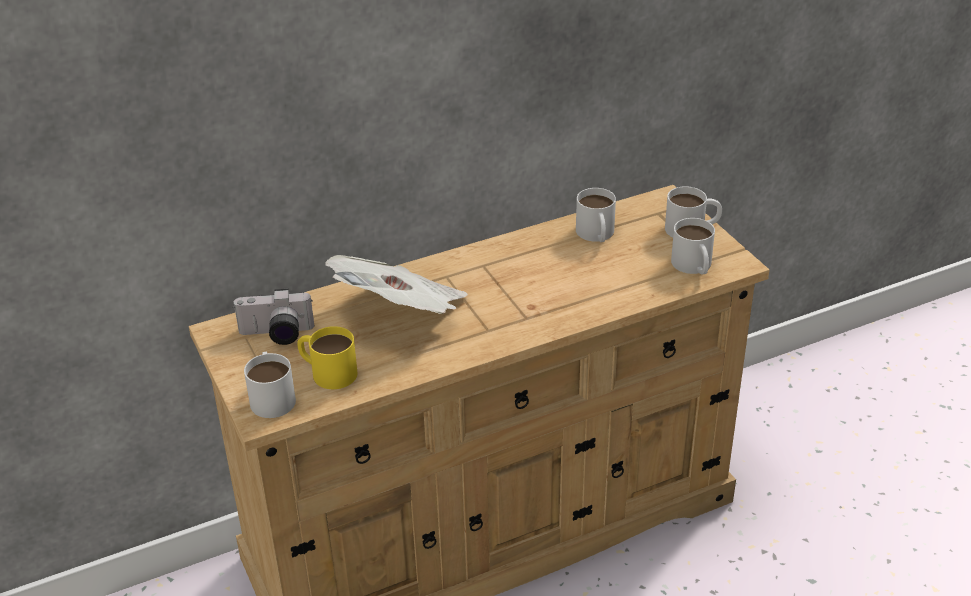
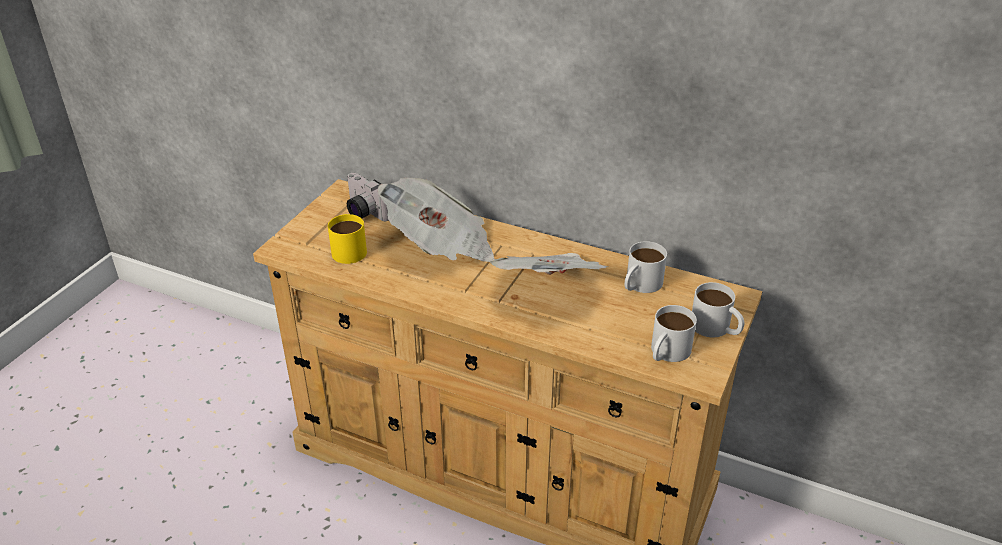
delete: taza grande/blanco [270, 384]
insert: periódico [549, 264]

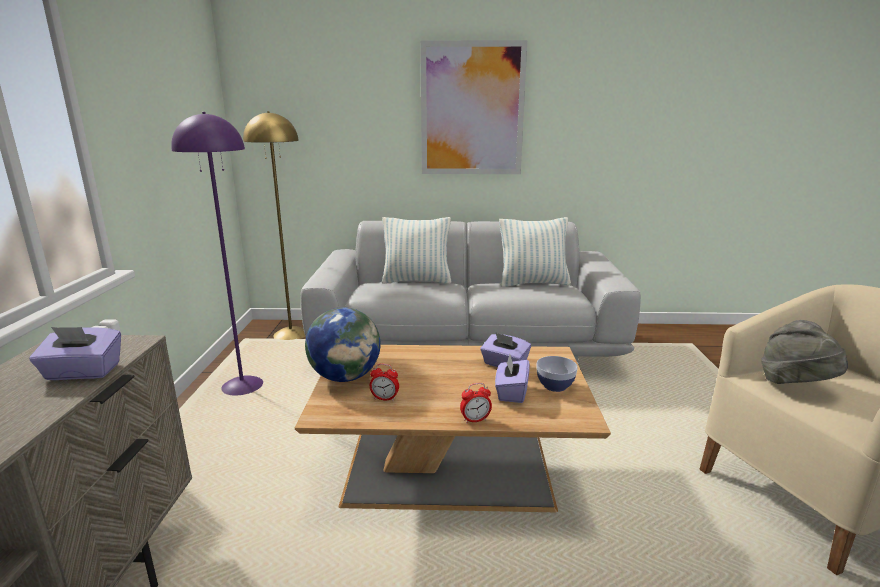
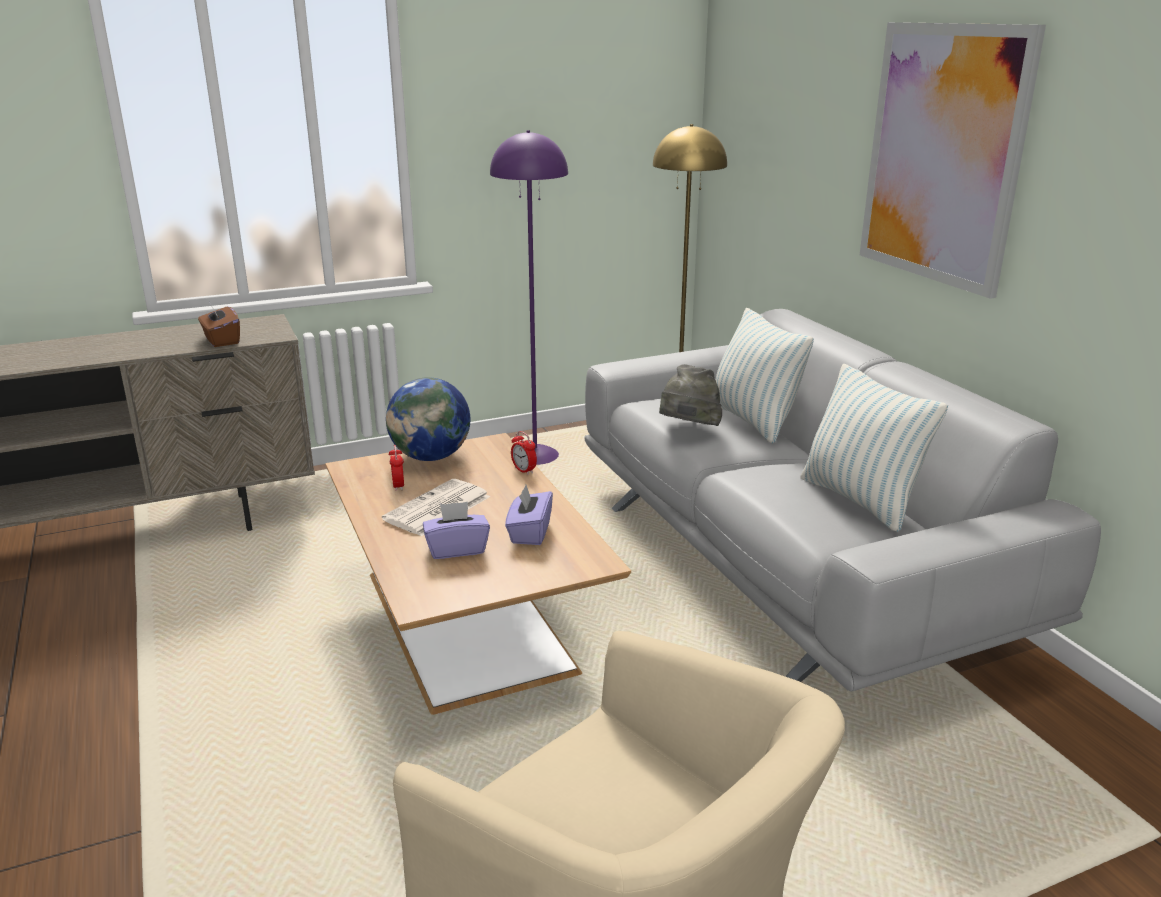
delete: cuenco [557, 374]
insert: periódico [436, 507]
move: despertador [476, 403] to [524, 453]; sombrero/gris [804, 352] to [690, 395]
recolor: caja de pañuelos/morado [75, 353] to caja de pañuelos/marrón [219, 326]

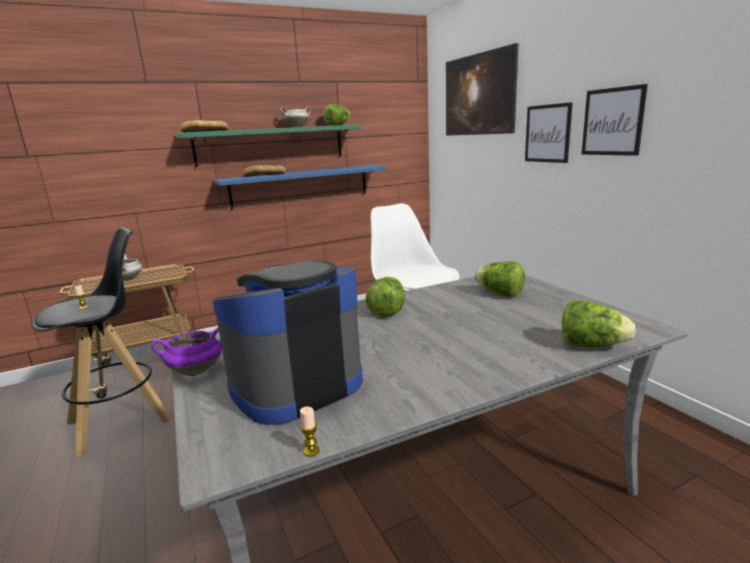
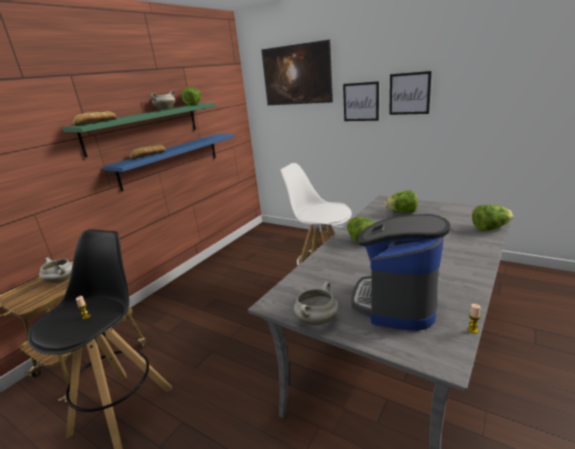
recolor: olla/morado [186, 352] to olla/blanco [316, 303]

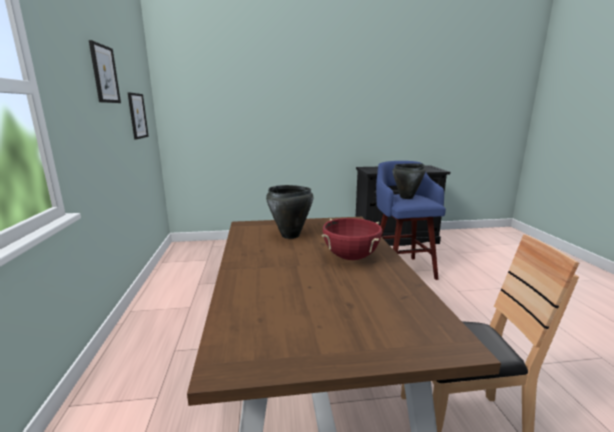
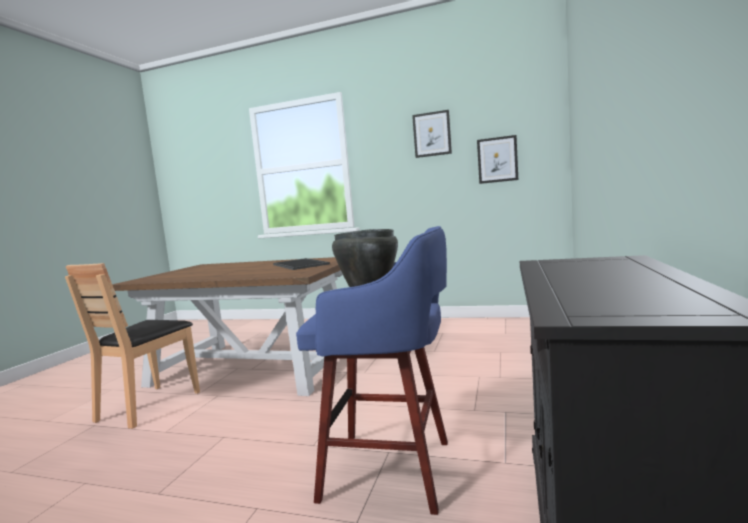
delete: olla/rojo [352, 239]
replace: olla/negro [289, 212] to bandeja [301, 264]

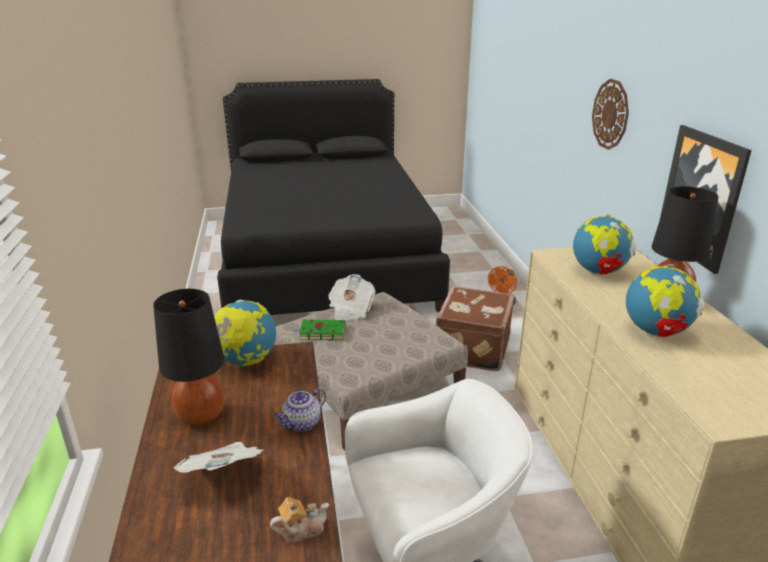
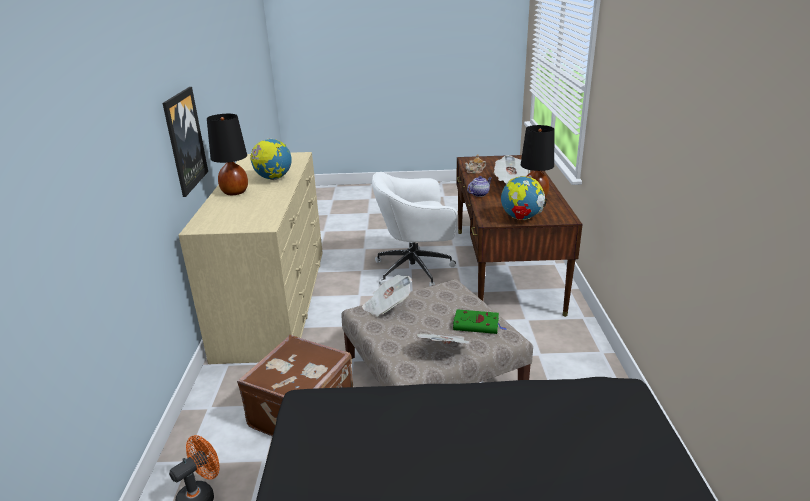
delete: globo terráqueo [604, 244]; reloj de pared [610, 114]
insert: periódico [387, 296]

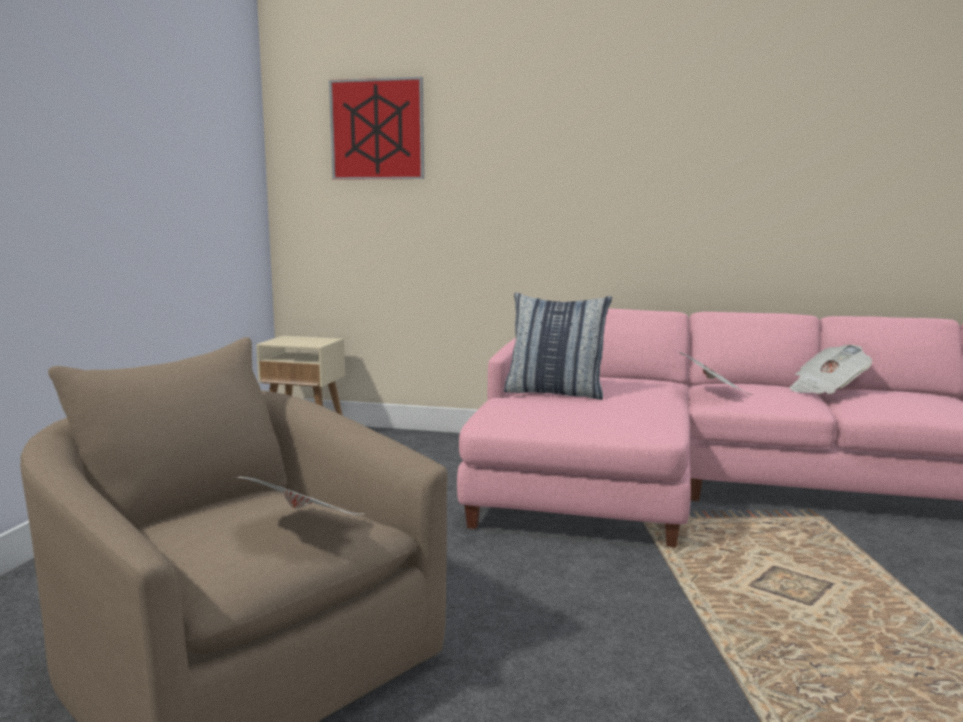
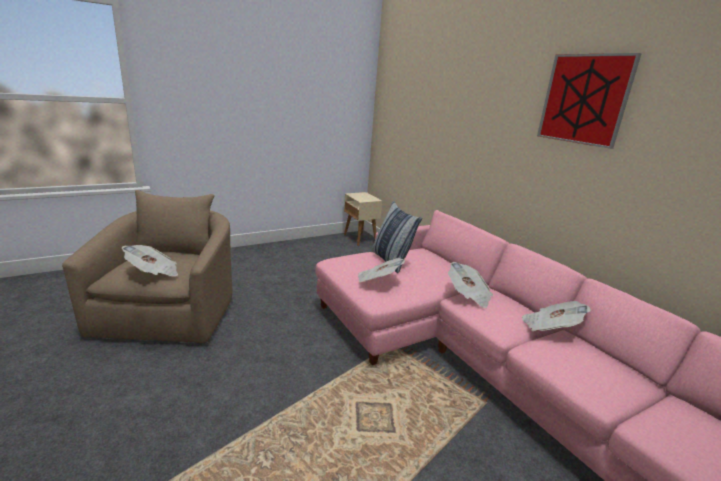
insert: periódico [381, 270]
move: cuadro [376, 128] to [589, 101]

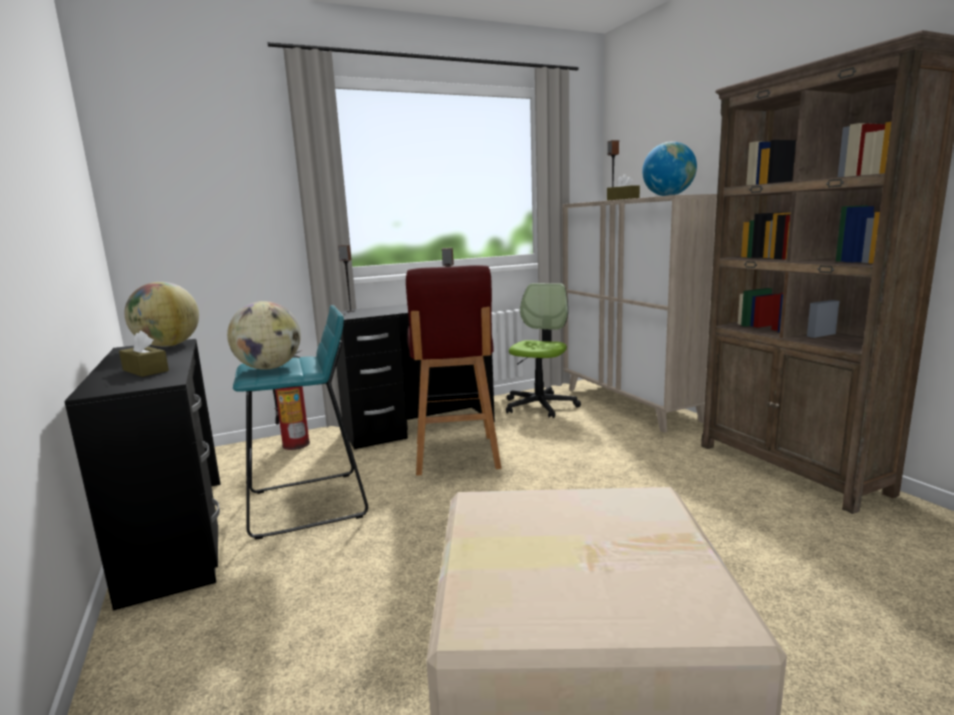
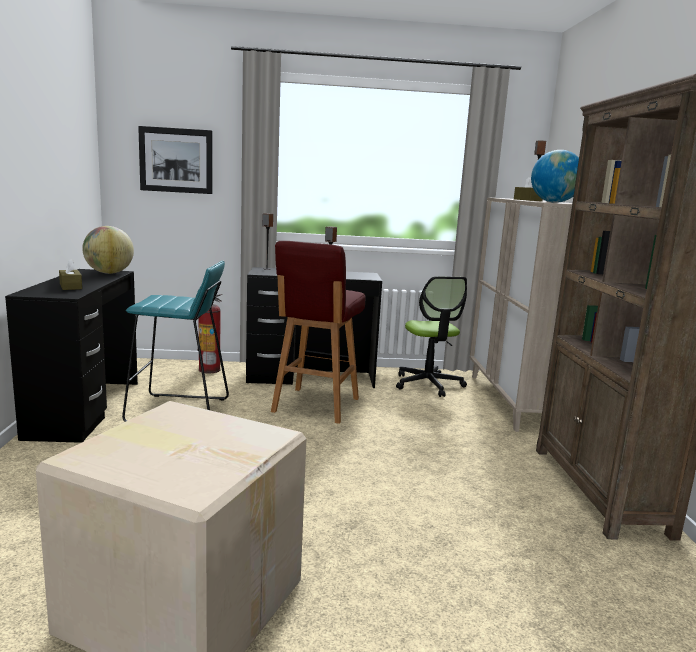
delete: globo terráqueo [264, 335]
insert: cuadro [175, 160]
rotate: silla de oficina [543, 350] = [431, 336] 120 degrees clockwise

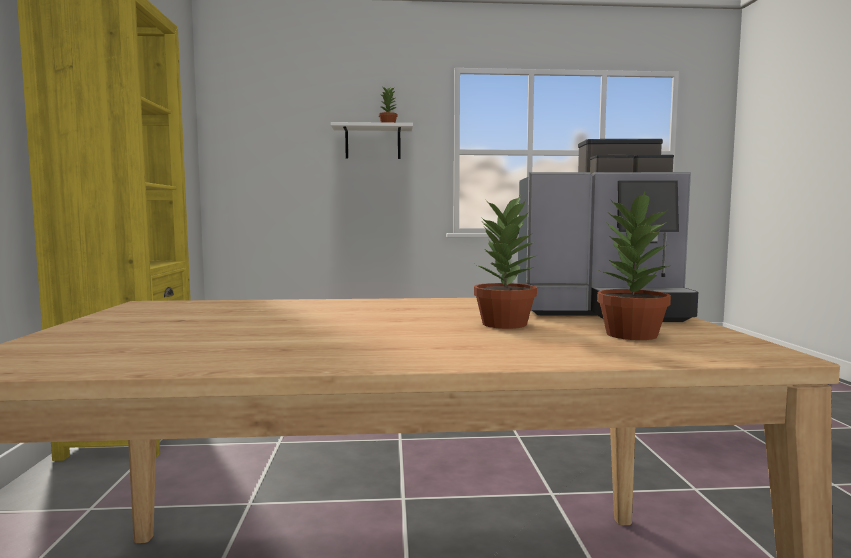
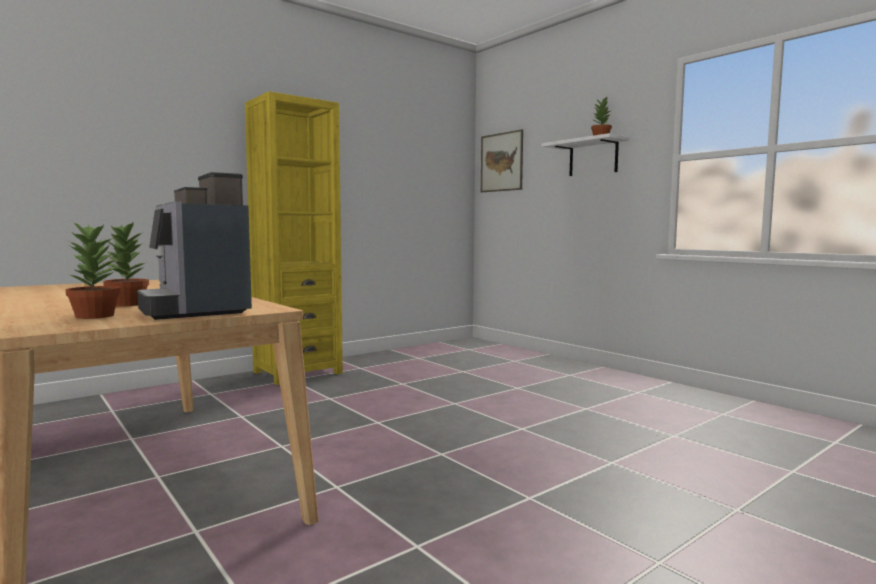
insert: cuadro [502, 160]

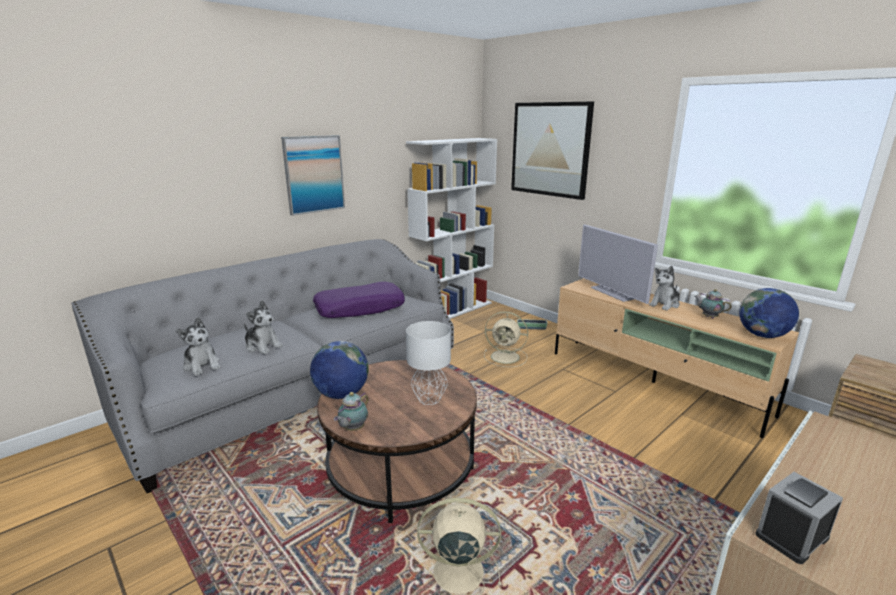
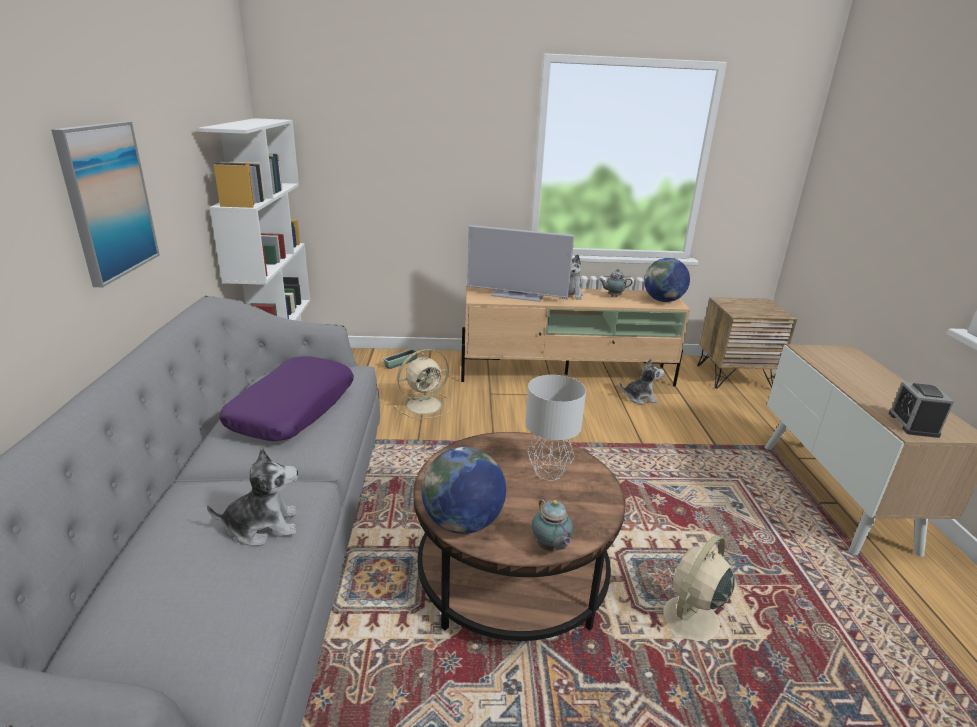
delete: cuadro [552, 151]
move: peluche [198, 346] to [642, 381]

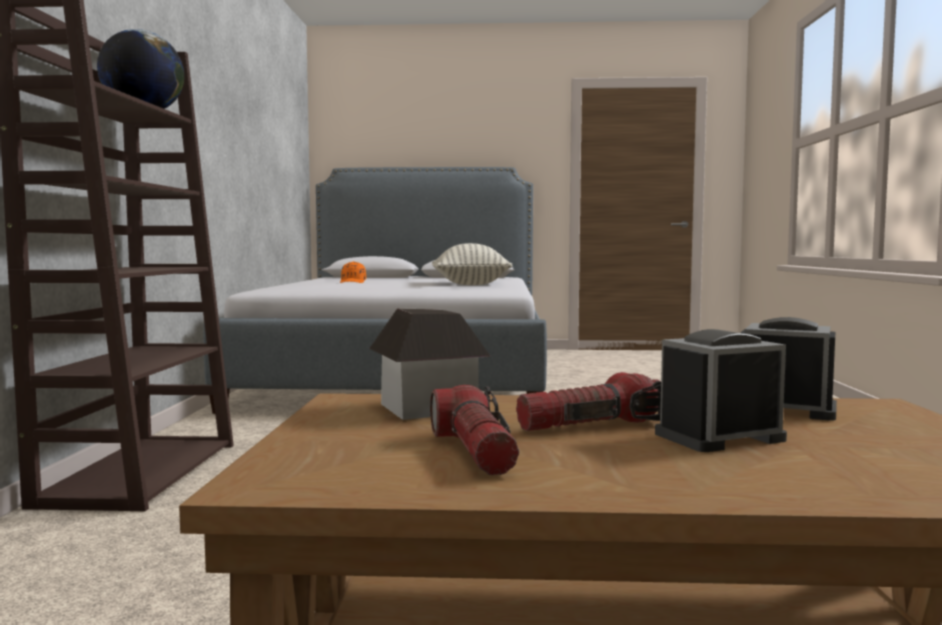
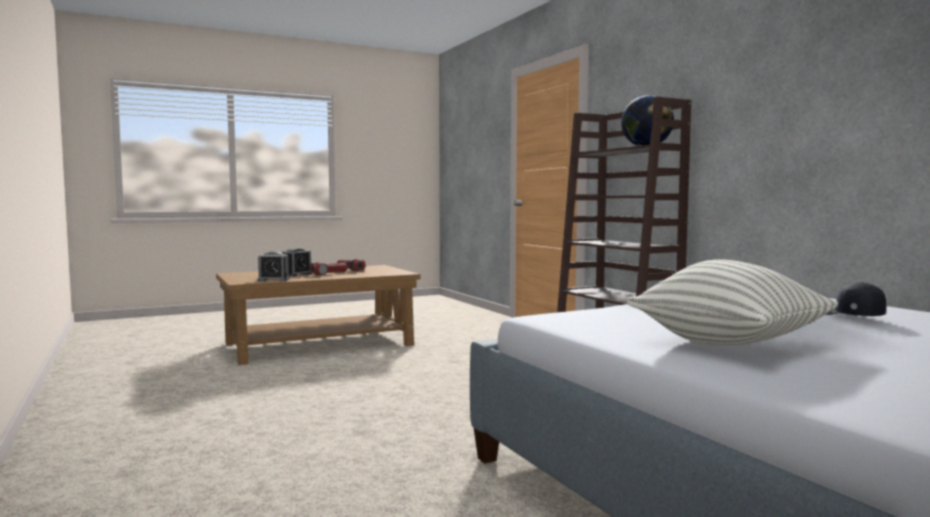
delete: casita [430, 364]
recolor: gorra/naranja [353, 272] to gorra/negro [855, 299]

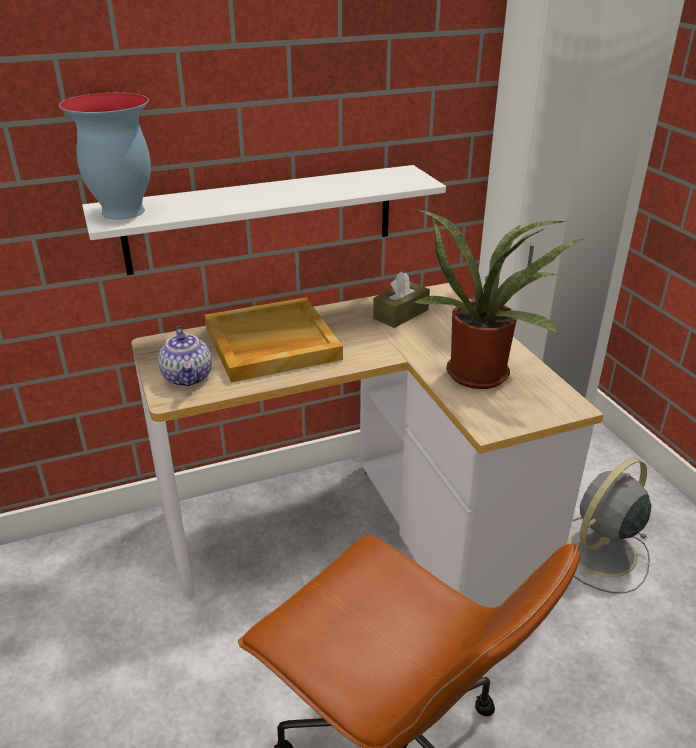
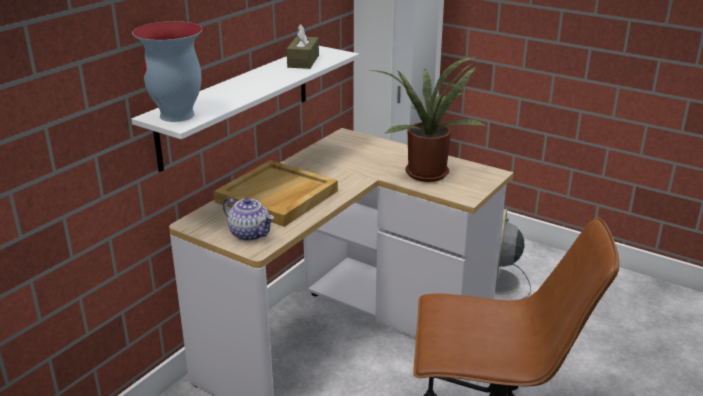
move: caja de pañuelos/marrón [401, 300] to [303, 46]

